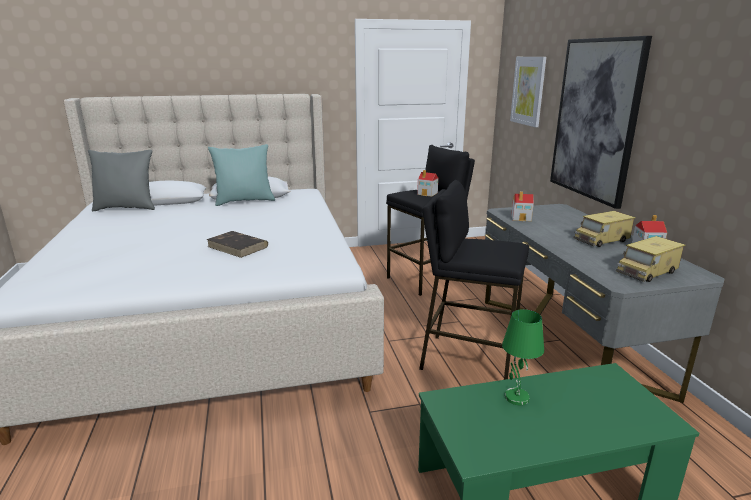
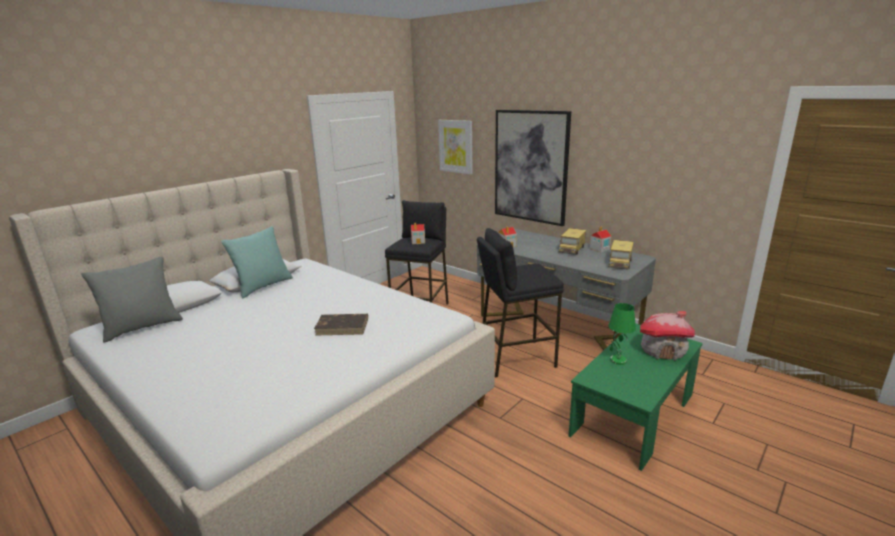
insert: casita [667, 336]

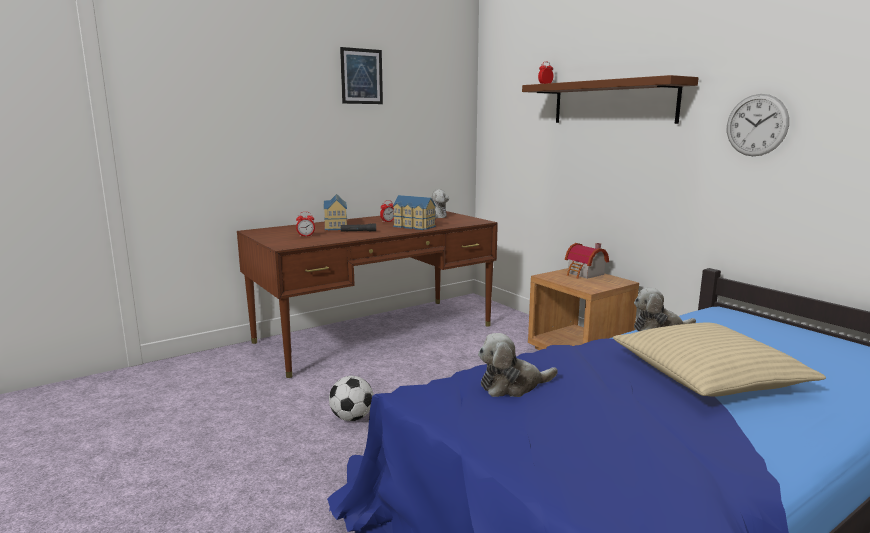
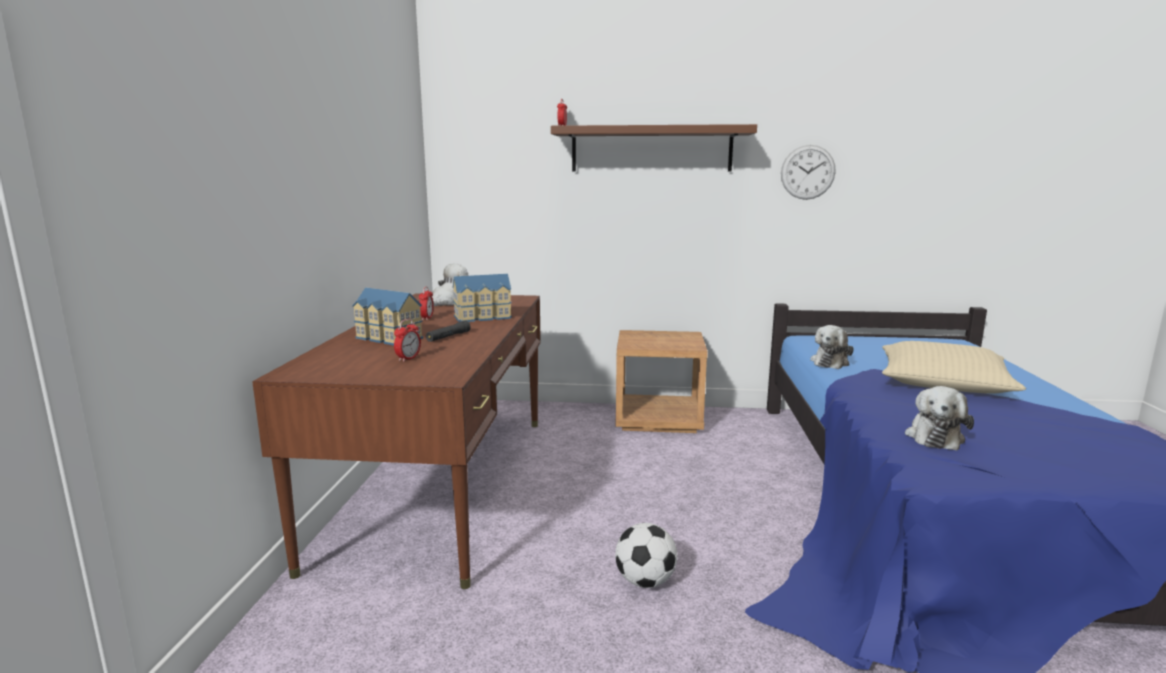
delete: cuadro [361, 75]; casita [587, 261]

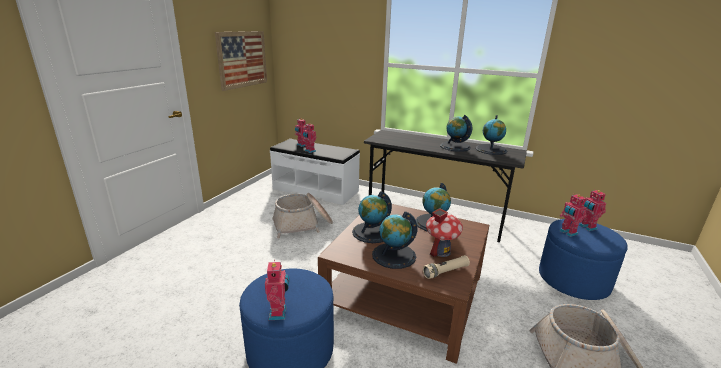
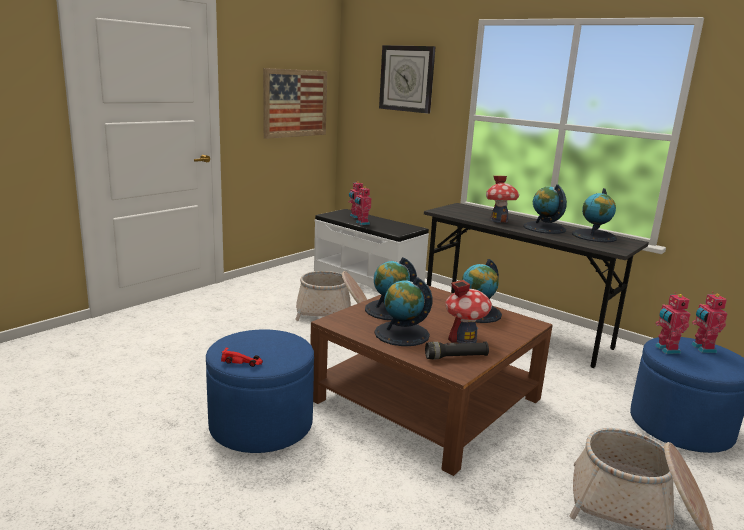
insert: reloj de pared [407, 79]; casita [502, 199]
replace: robot de juguete [277, 290] to coche de juguete/rojo [242, 357]
recolor: linterna/beis [446, 267] to linterna/negro [457, 350]

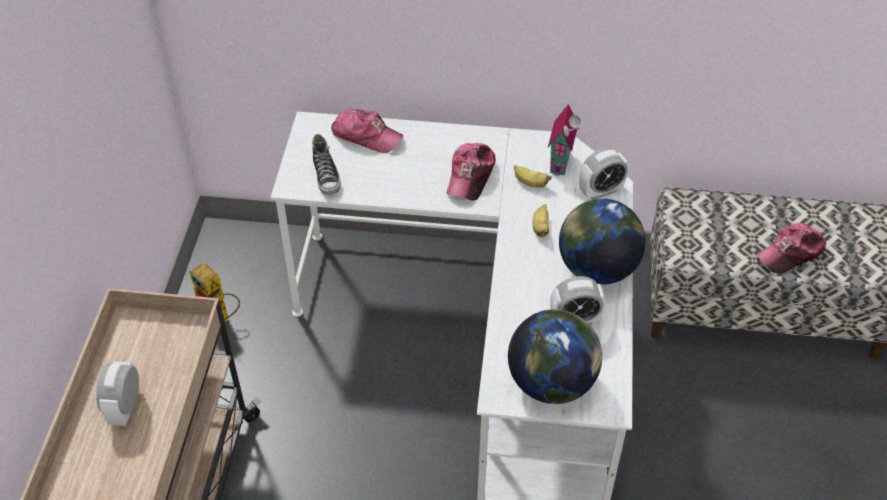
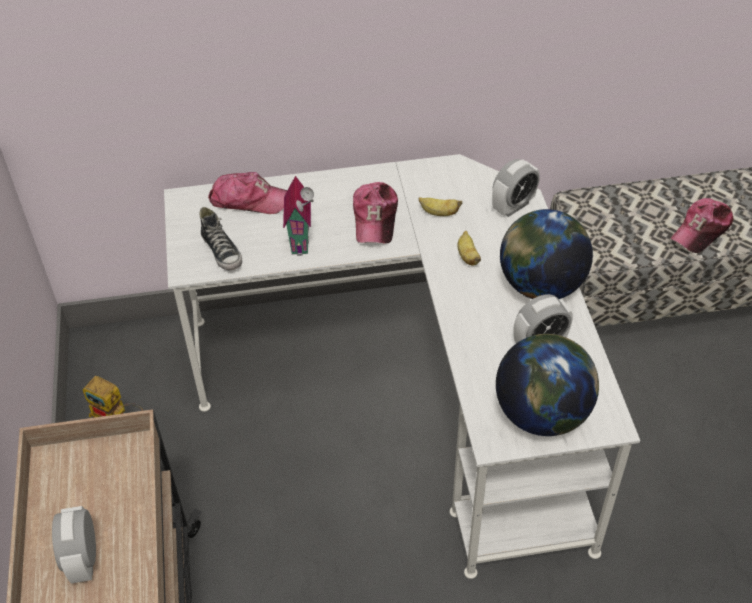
move: casita [564, 140] to [298, 216]

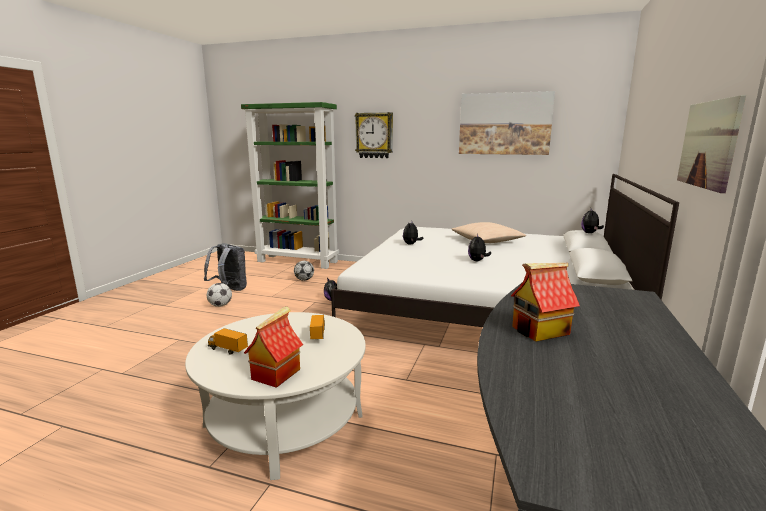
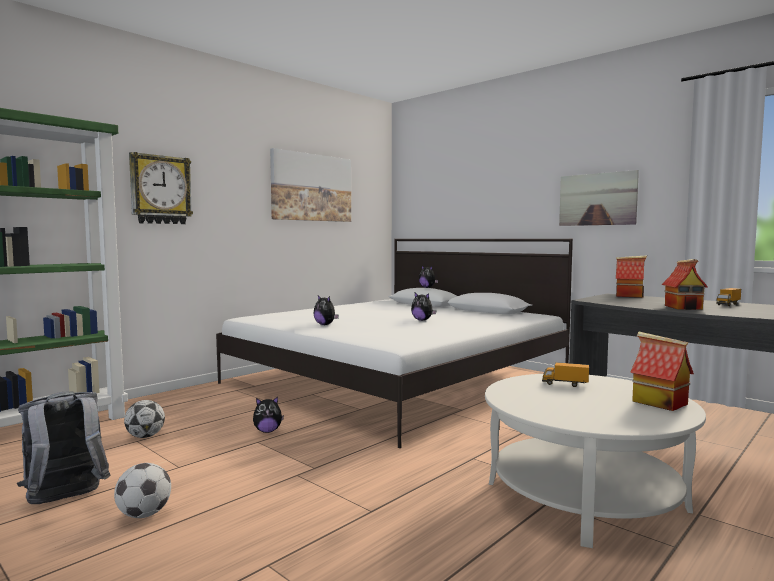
delete: cojín/beis [488, 232]
insert: casita [631, 276]
move: camión de juguete [228, 341] to [728, 297]

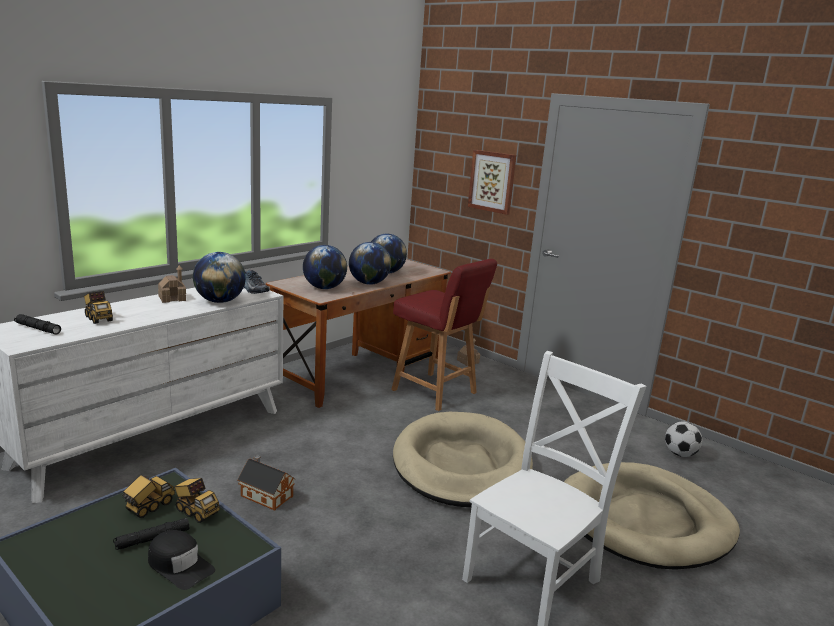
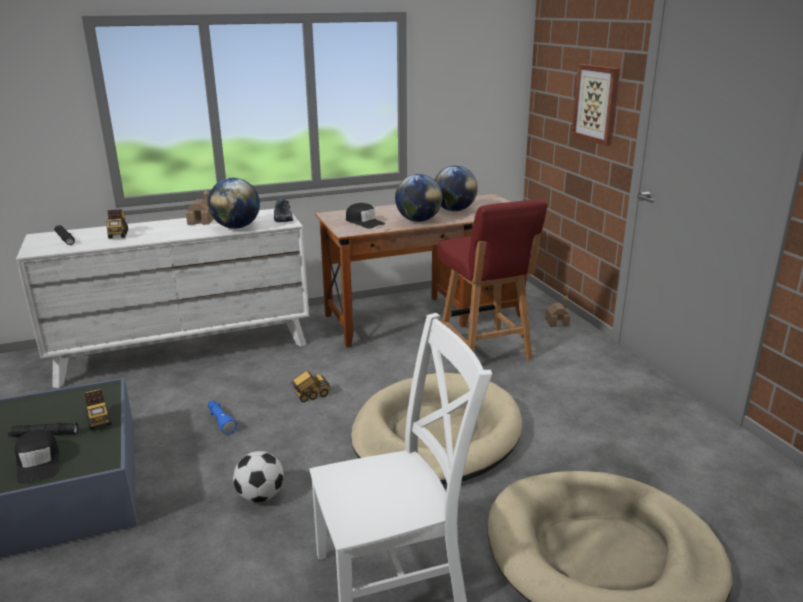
move: camión de juguete [148, 496] to [311, 386]; balón de fútbol [683, 439] to [258, 476]
replace: casita [266, 483] to linterna/azul [222, 418]; globo terráqueo [325, 267] to gorra/negro [365, 216]

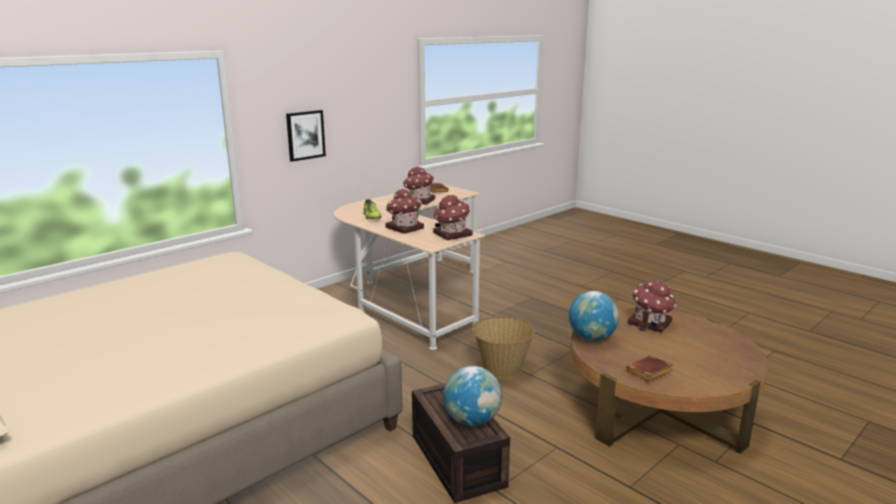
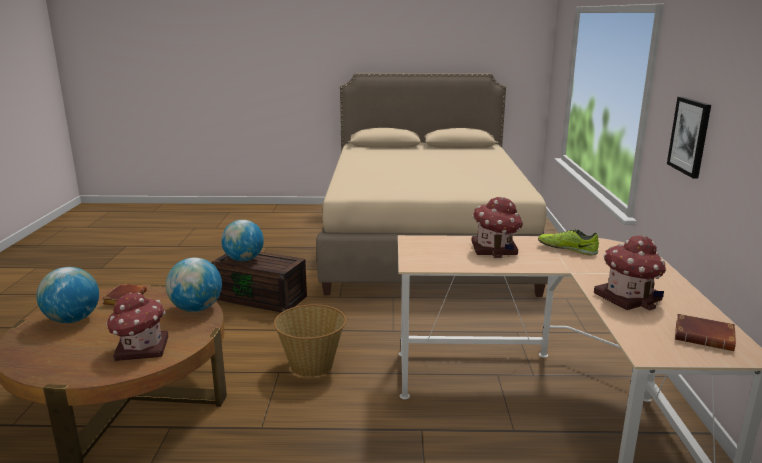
delete: casita [453, 217]
insert: globo terráqueo [67, 295]

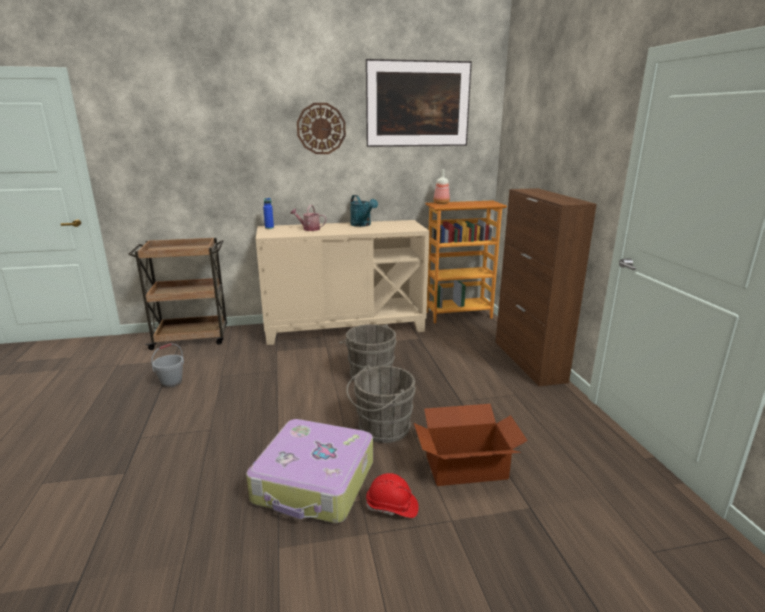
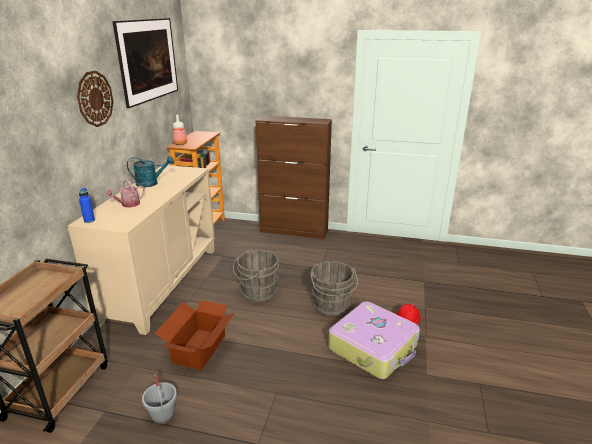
move: caja de cartón [471, 445] to [195, 335]

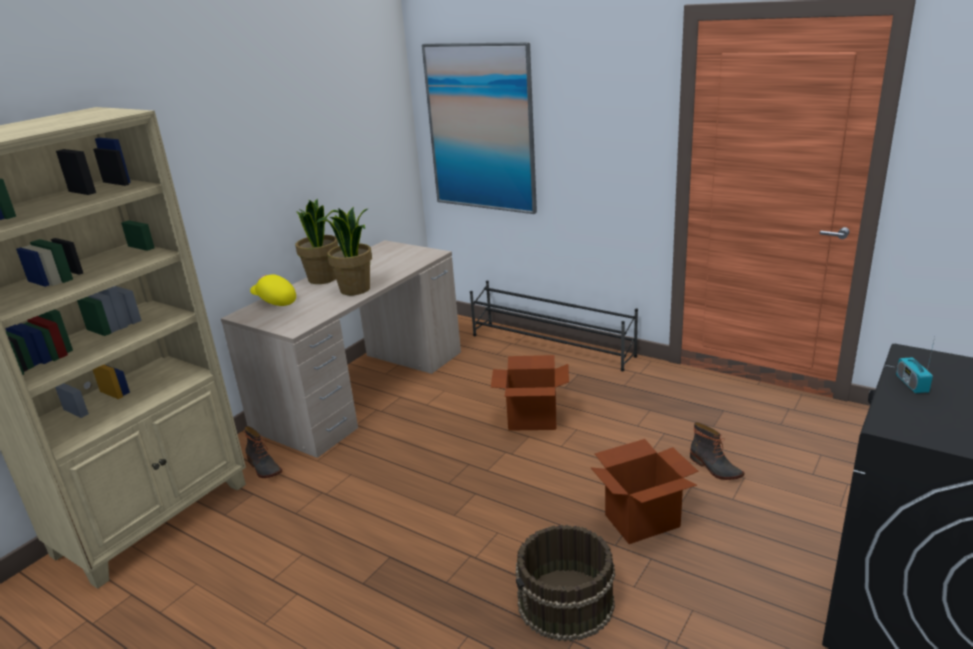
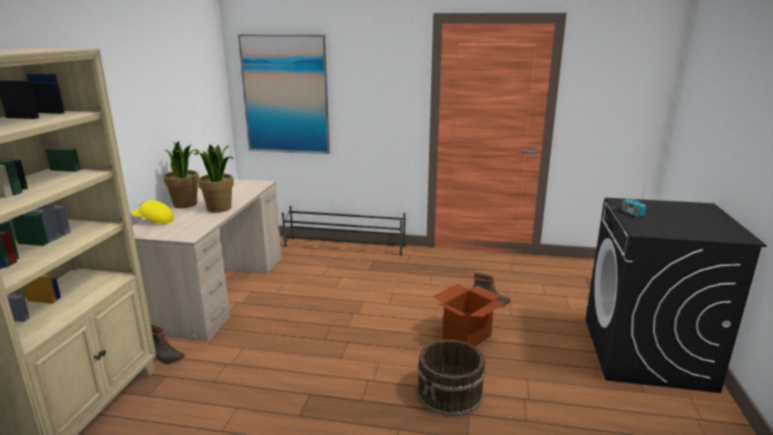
delete: caja de cartón [530, 393]

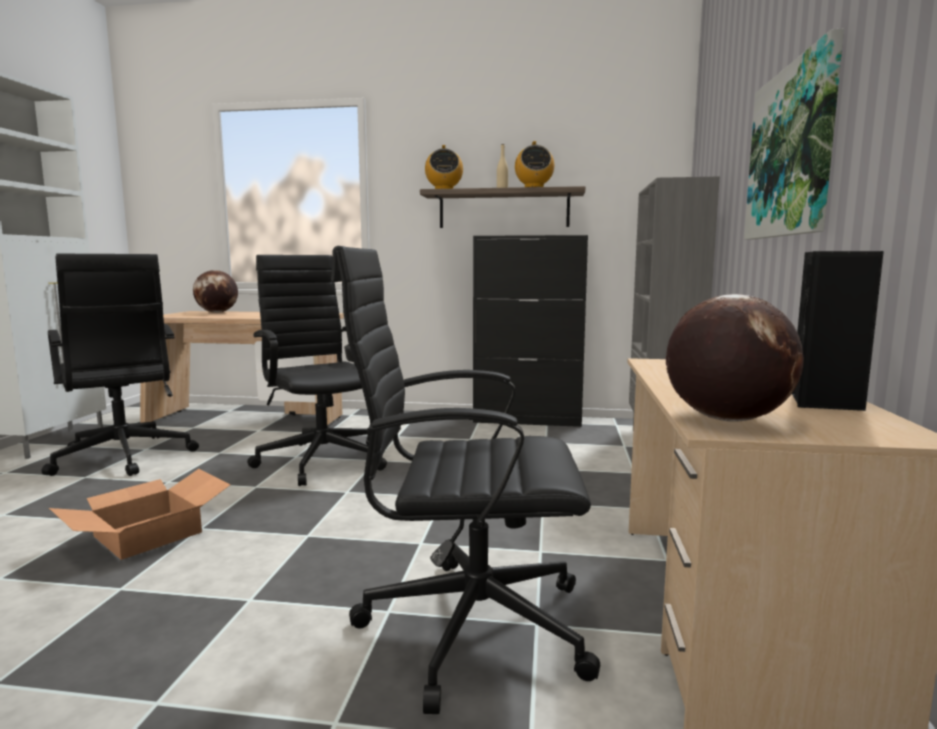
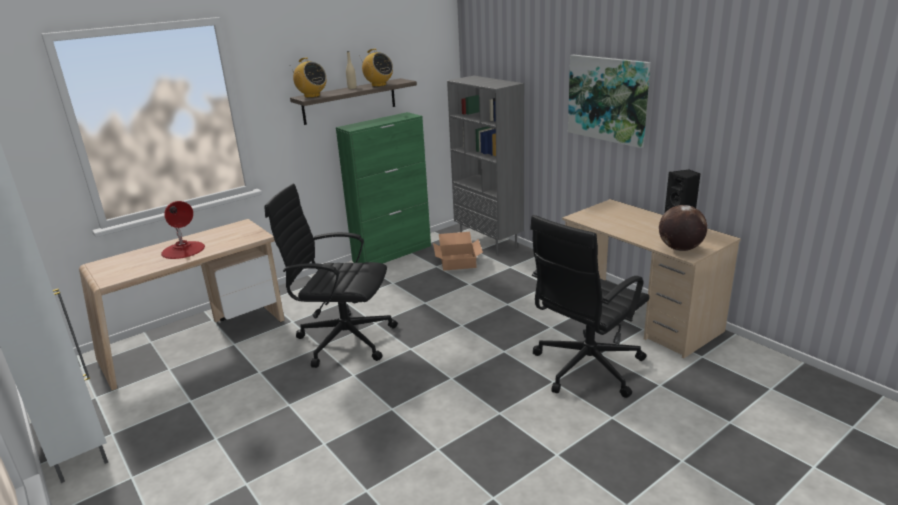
delete: silla de oficina/negro [120, 365]; globo terráqueo [215, 291]
insert: lámpara de mesa/rojo [183, 230]
move: caja de cartón [140, 514] to [458, 251]
recolor: armario/negro [530, 331] to armario/verde [383, 188]

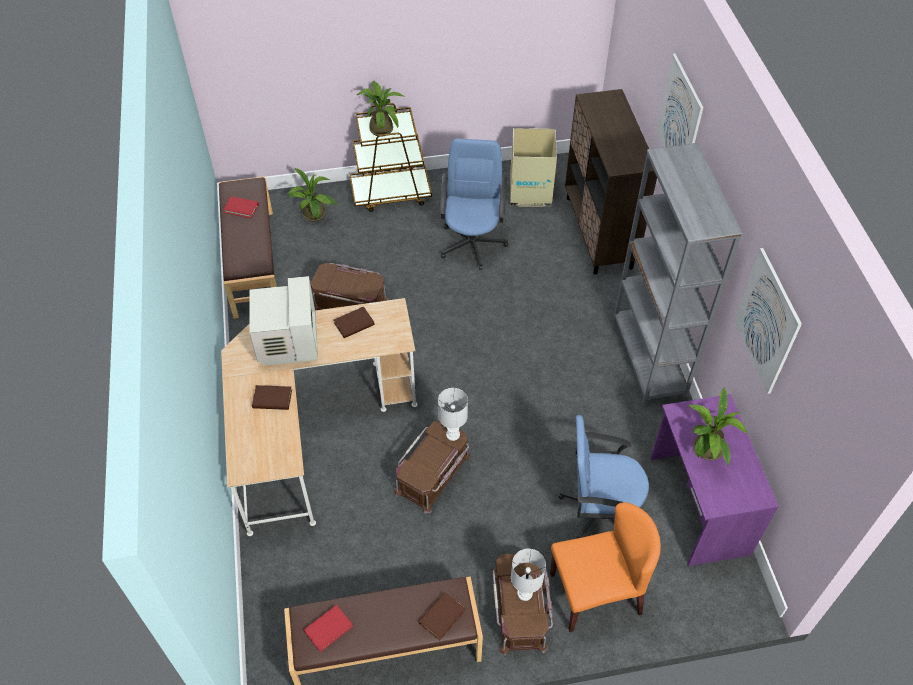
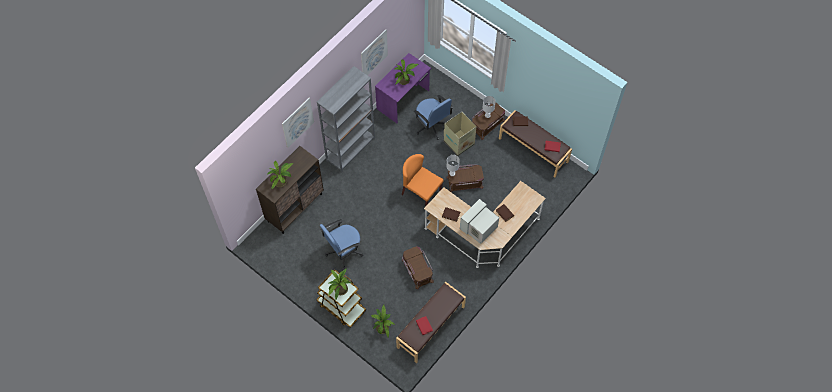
insert: planta en maceta [280, 175]
move: caja de cartón [533, 167] to [460, 134]; silla/naranja [605, 567] to [423, 180]

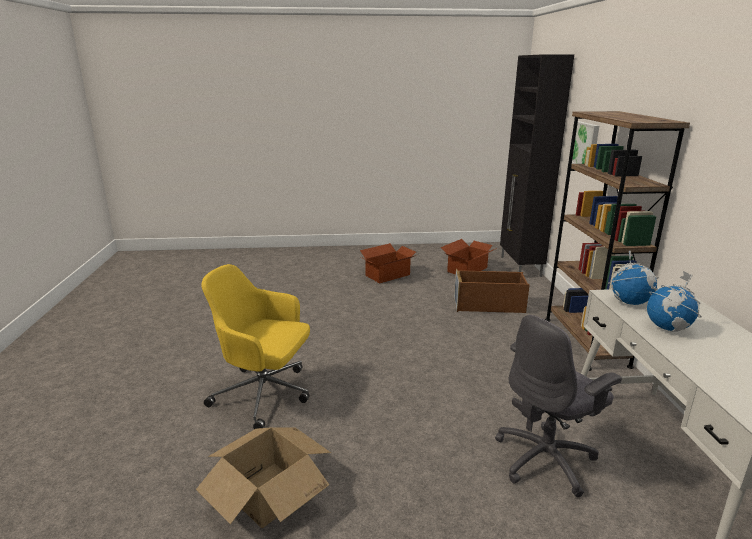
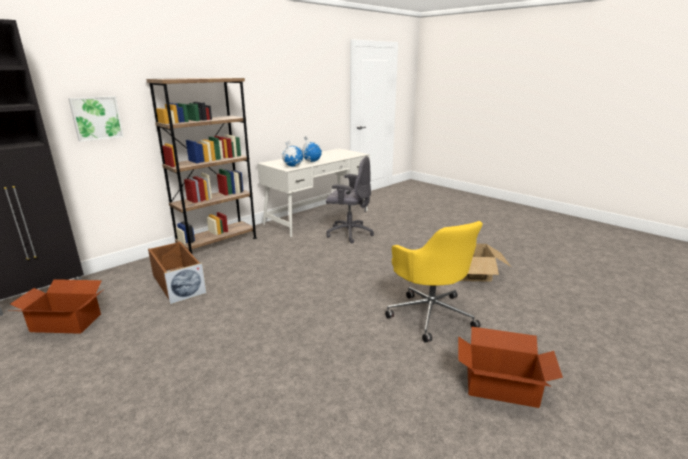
move: caja de cartón [387, 263] to [510, 367]

